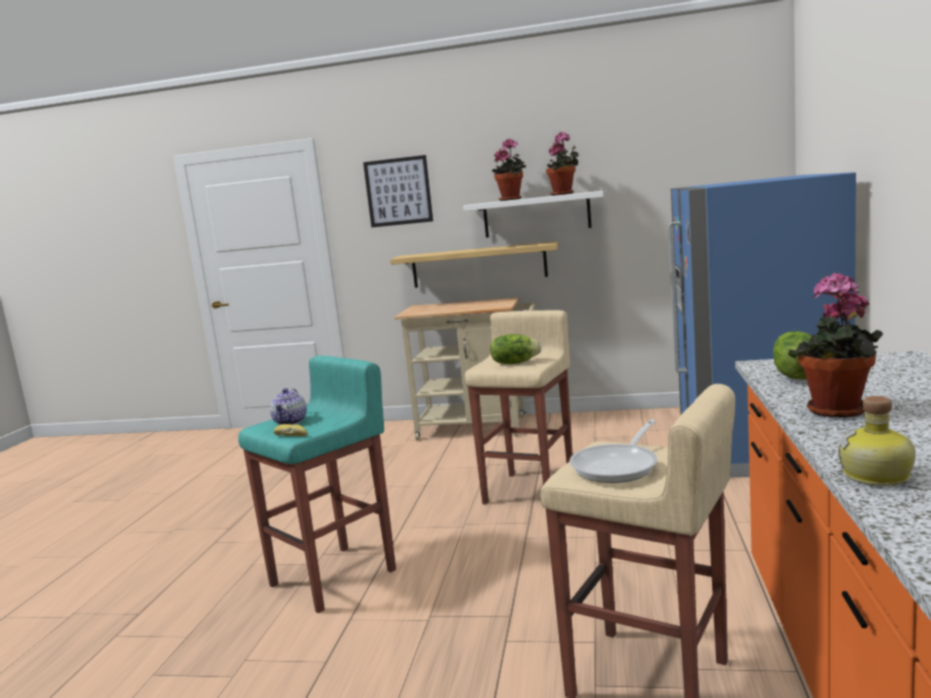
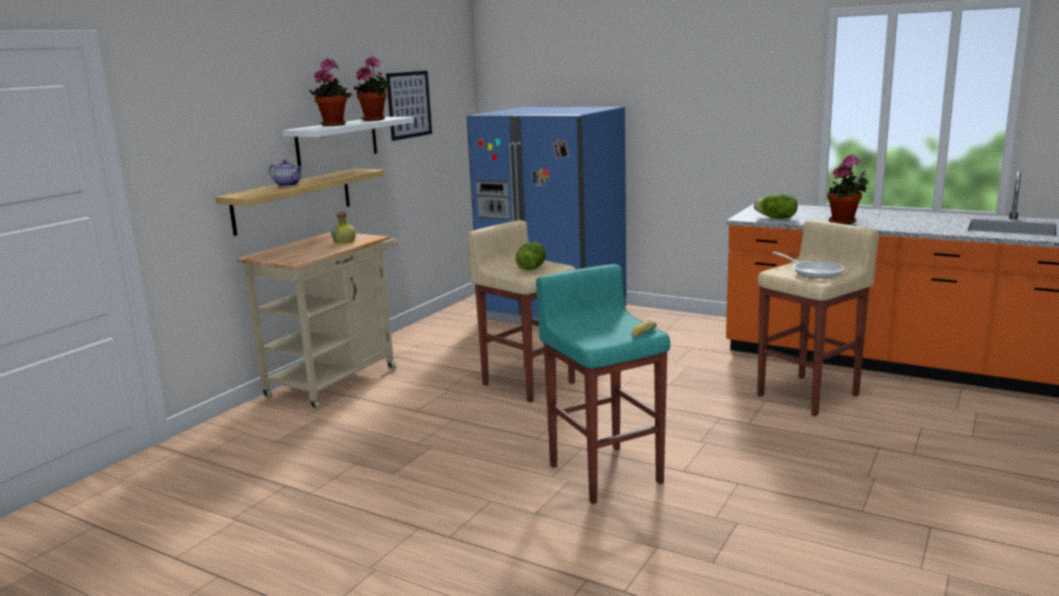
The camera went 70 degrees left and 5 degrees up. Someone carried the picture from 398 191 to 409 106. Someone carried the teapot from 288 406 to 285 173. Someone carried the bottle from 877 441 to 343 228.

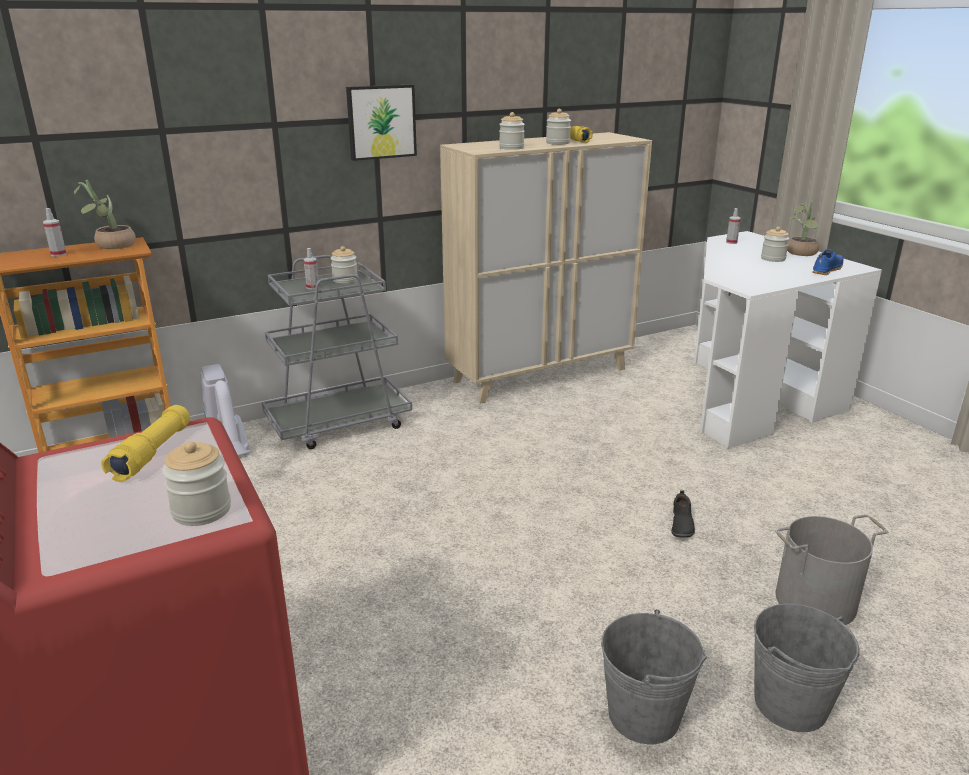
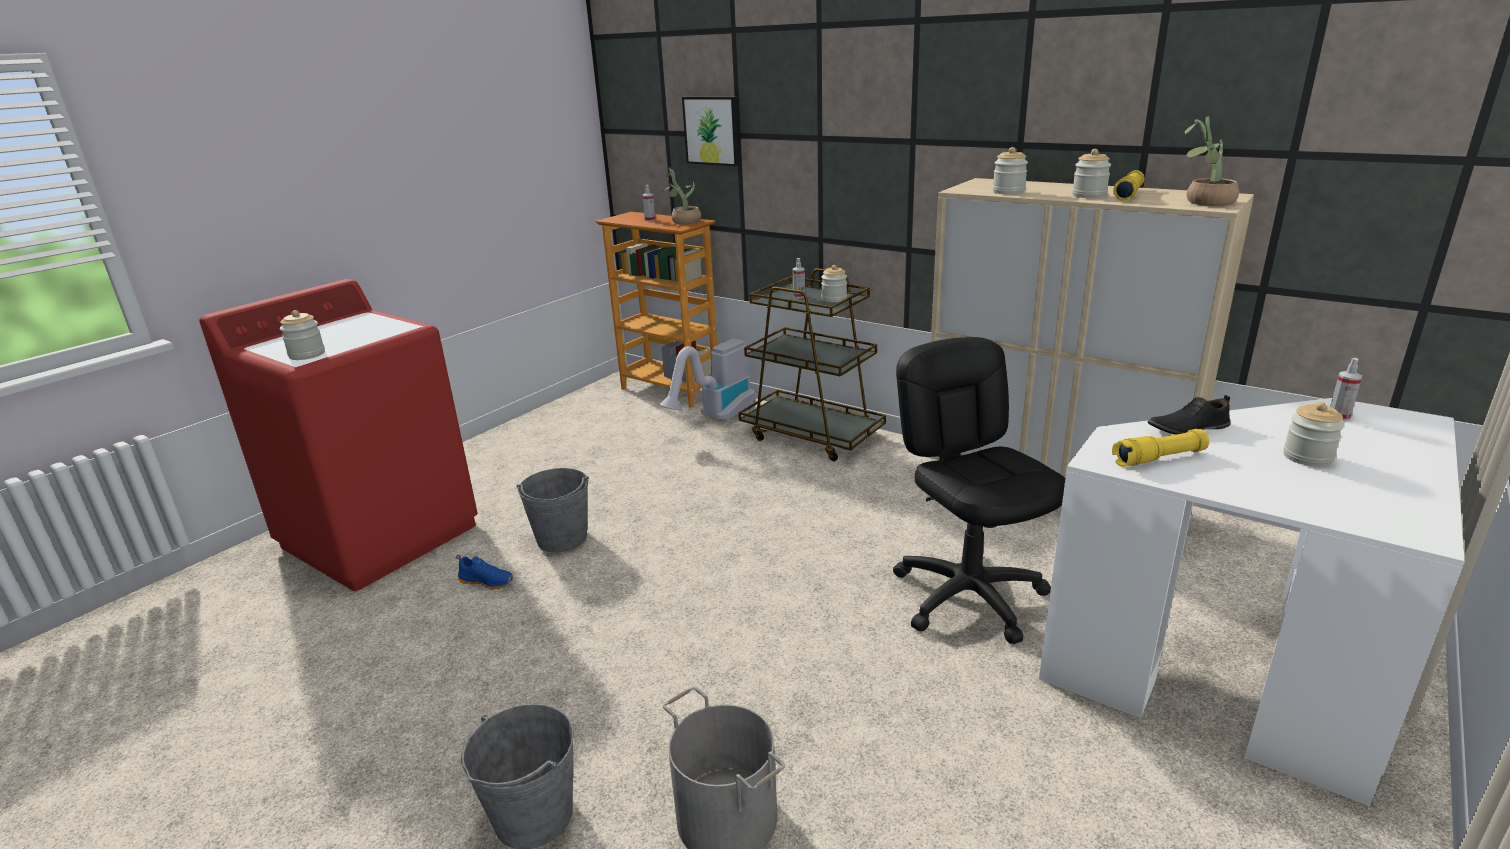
The camera went 65 degrees right and 0 degrees up. Someone carried the picture from 381 123 to 711 131. Someone carried the potted plant from 803 228 to 1212 161. Someone carried the blue shoe from 828 262 to 484 572. Someone repainted the grey cart at 337 352, which became the brown cart at 812 364. Someone carried the yellow flashlight from 145 443 to 1160 448. Someone carried the black shoe from 683 514 to 1189 415. Someone carried the grey bucket from 654 676 to 552 510. Someone put down the black office chair at 979 490.

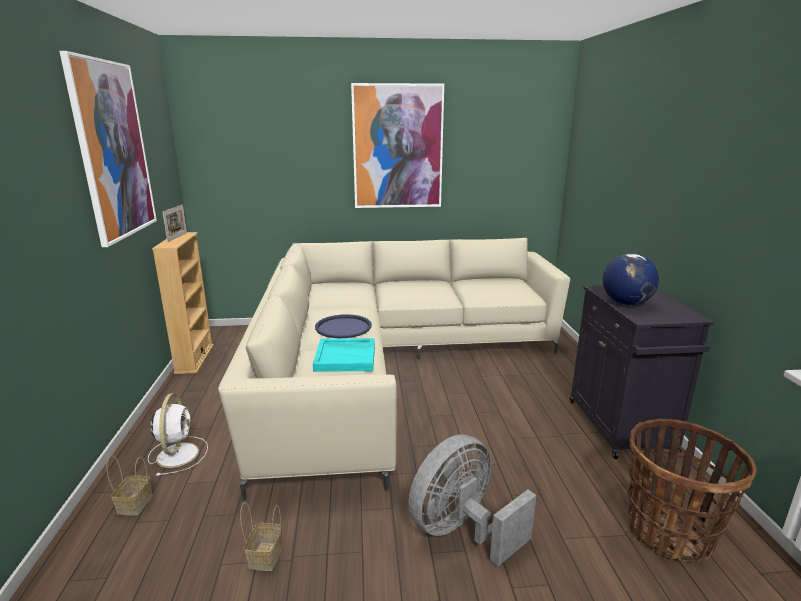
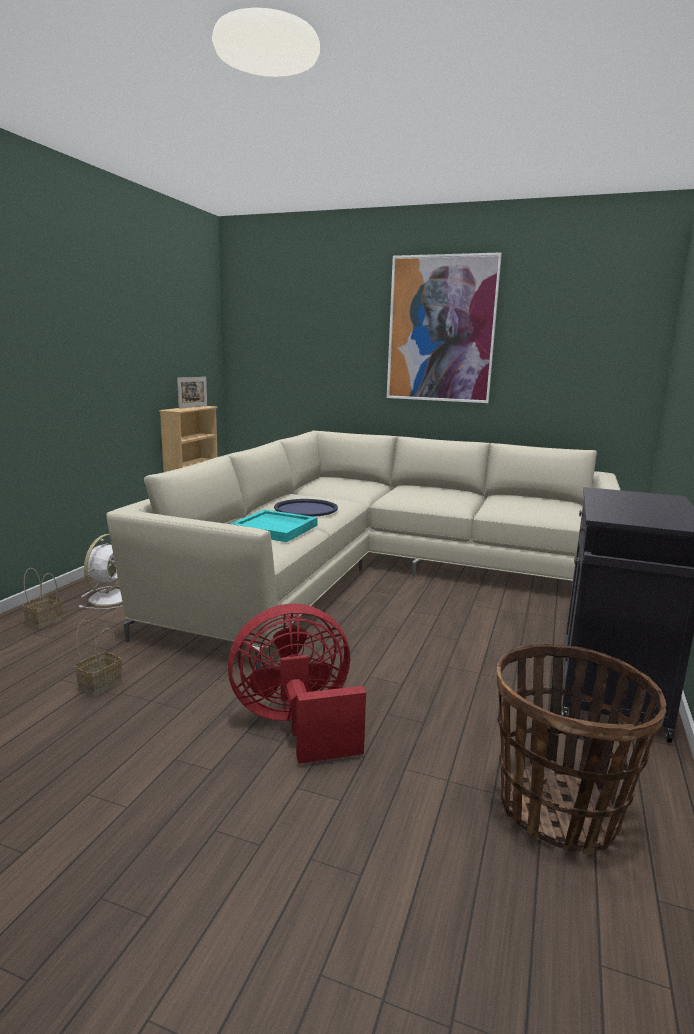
The camera went 25 degrees right and 5 degrees down. Someone took away the picture at 108 149. Someone took away the globe at 631 279. Someone repainted the grey fan at 472 500, which became the red fan at 297 684.

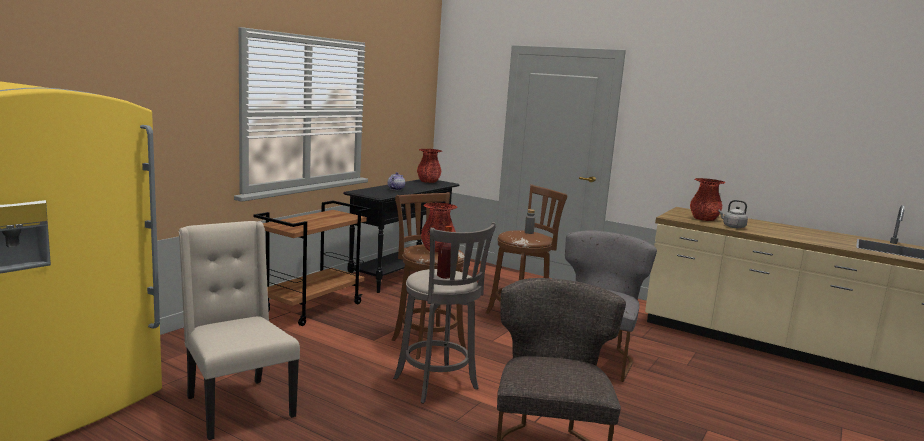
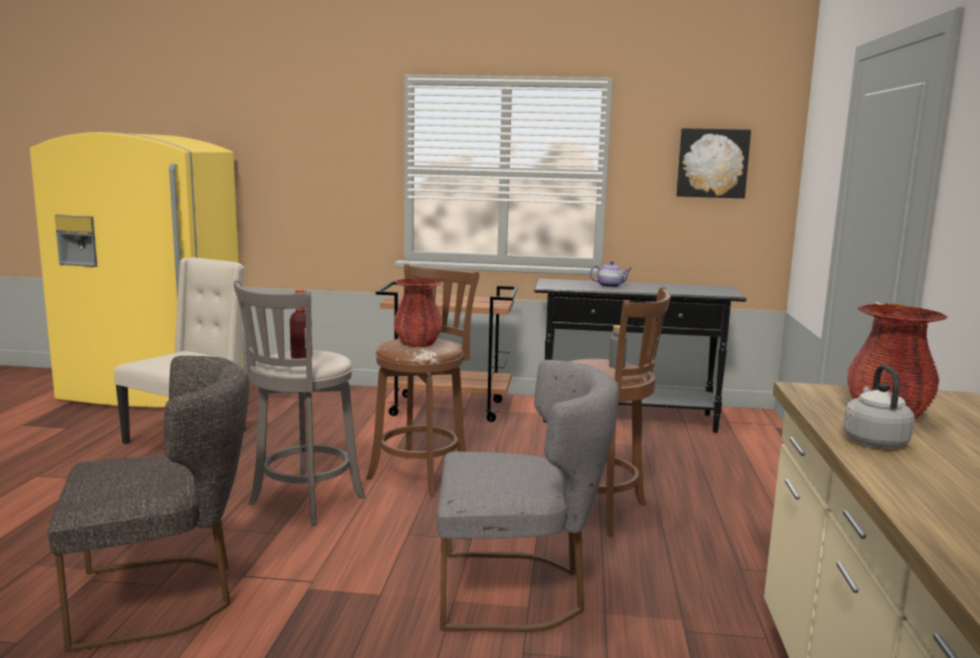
The camera went 65 degrees right and 0 degrees up. Someone took away the red vase at 429 166. Someone put up the picture at 713 163.

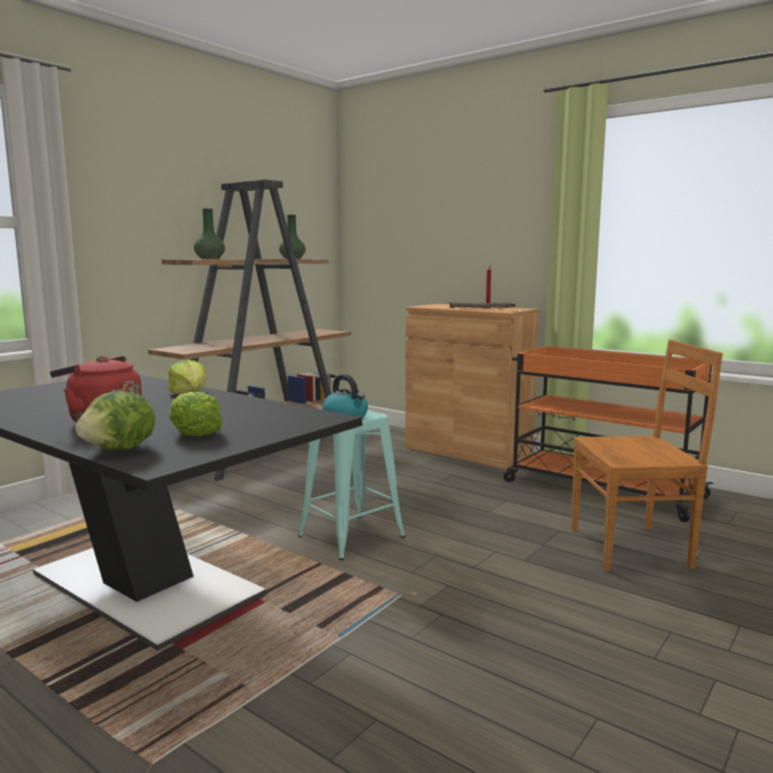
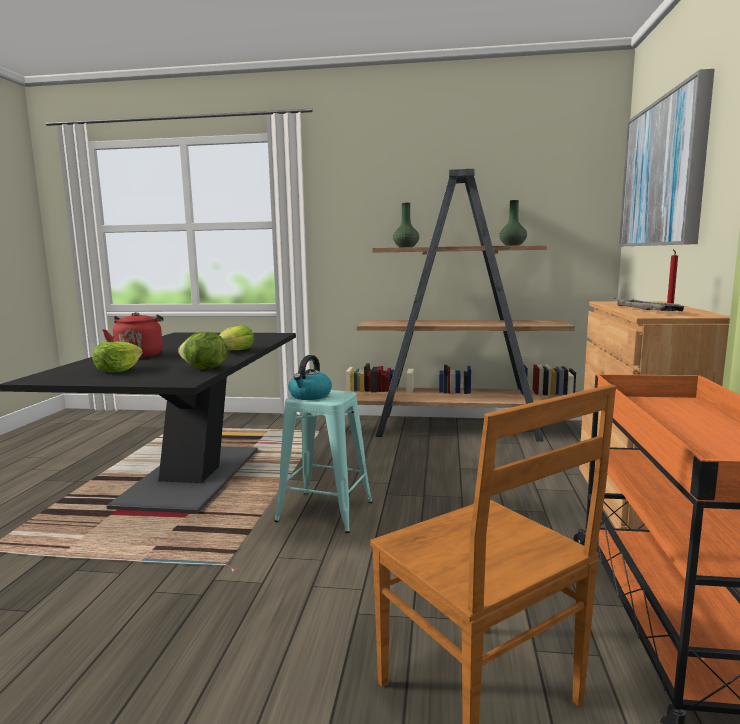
The camera went 60 degrees right and 0 degrees up. Someone carried the lettuce from 115 420 to 202 350. Someone put up the picture at 667 157.

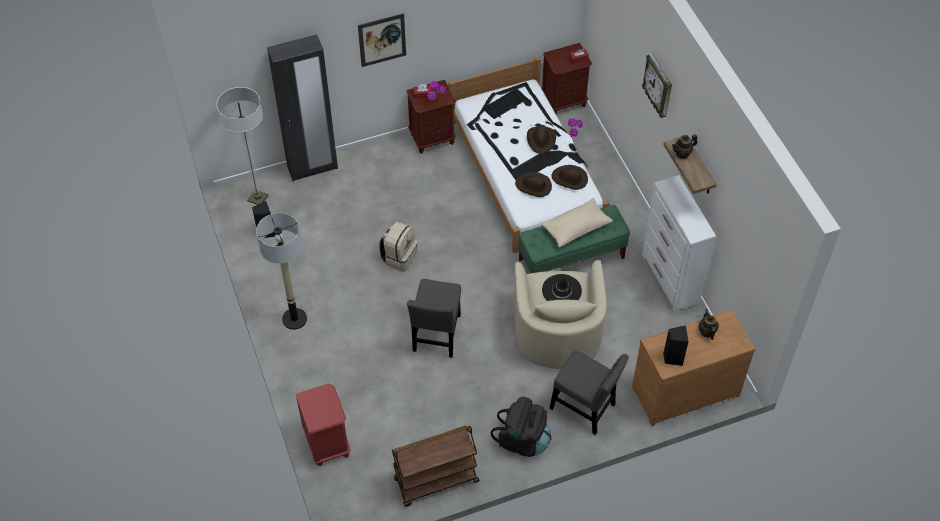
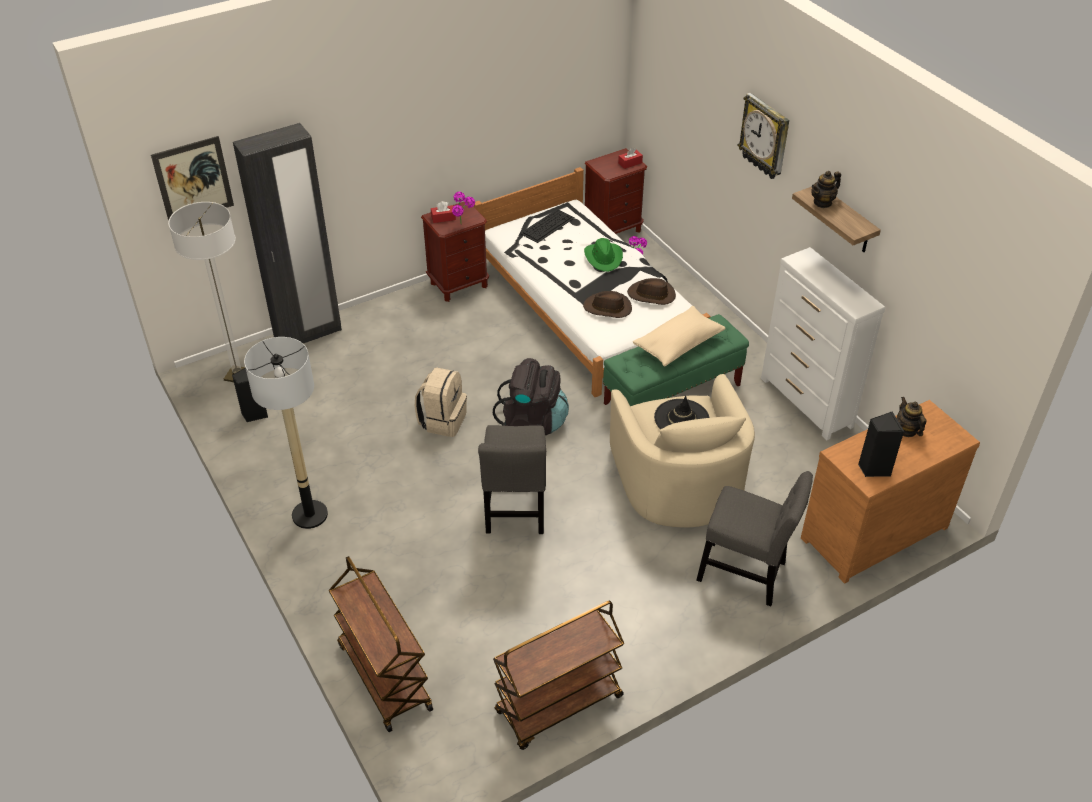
The camera went 10 degrees left and 10 degrees down. Someone carried the picture from 382 40 to 192 178. Someone repainted the brown hat at 541 139, which became the green hat at 603 255. Someone swapped the red nightstand at 323 425 for the brown cart at 381 644. Someone carried the black backpack from 521 427 to 531 396.

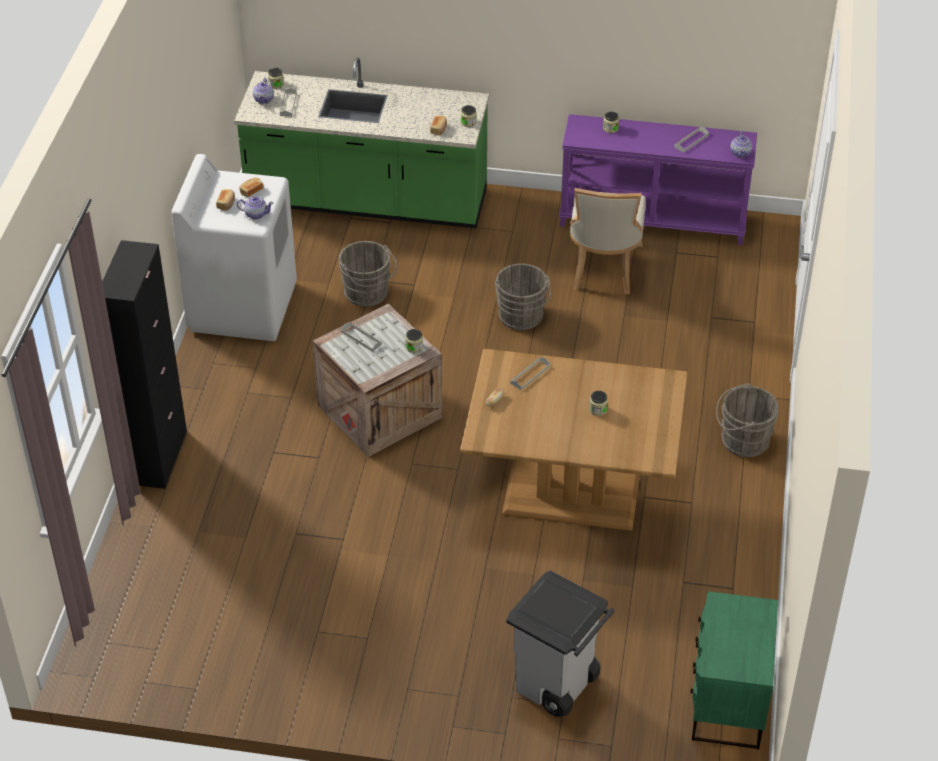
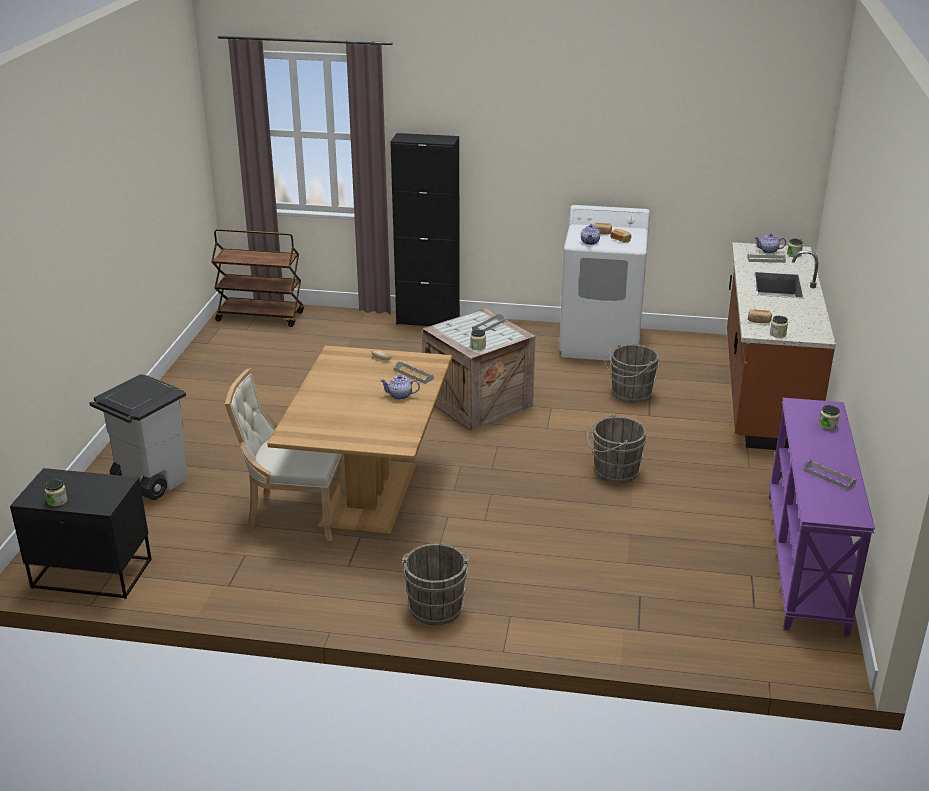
The camera went 90 degrees right and 15 degrees down. Someone repainted the green counter at 361 143, which became the brown counter at 781 346. Someone carried the teapot from 741 144 to 400 387. Someone carried the beige chair from 608 241 to 286 455. Someone carried the jar from 598 403 to 56 493. Someone repainted the green nightstand at 734 670, which became the black nightstand at 80 533. Someone put down the brown cart at 257 278.

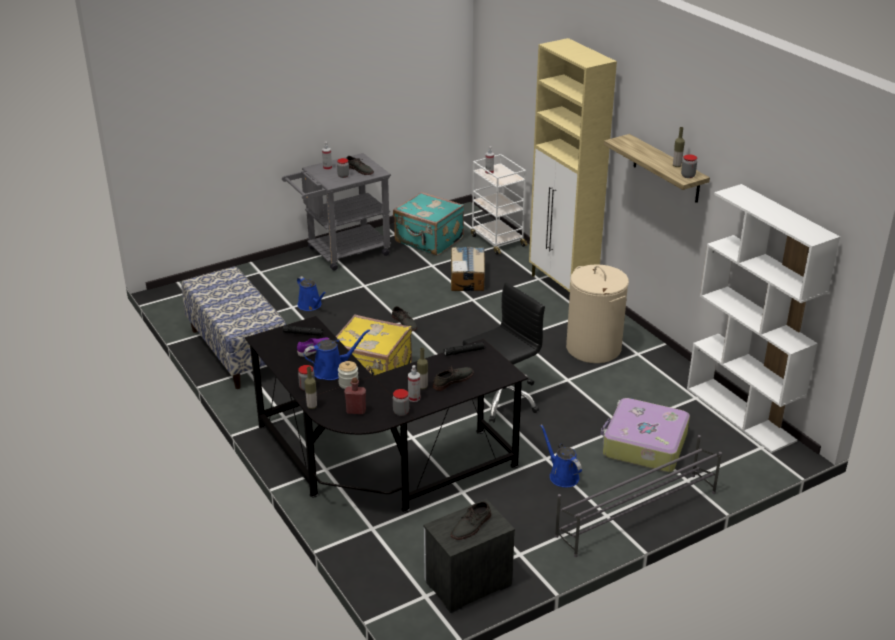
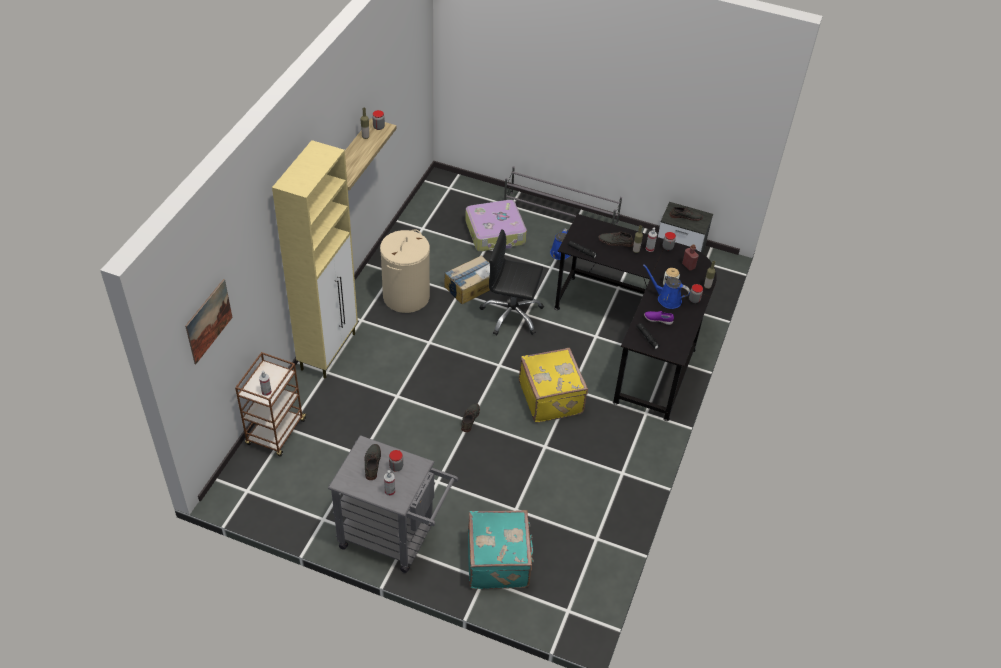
The camera went 130 degrees left and 15 degrees up. Someone repainted the white cart at 499 204, which became the brown cart at 271 404. Someone took away the white bookcase at 763 318. Someone carried the turquoise suitcase from 428 223 to 501 549. Someone carried the cardboard box from 468 269 to 467 279. Someone took away the bench at 233 327. Someone took away the blue watering can at 312 293. Someone put up the picture at 209 321.

